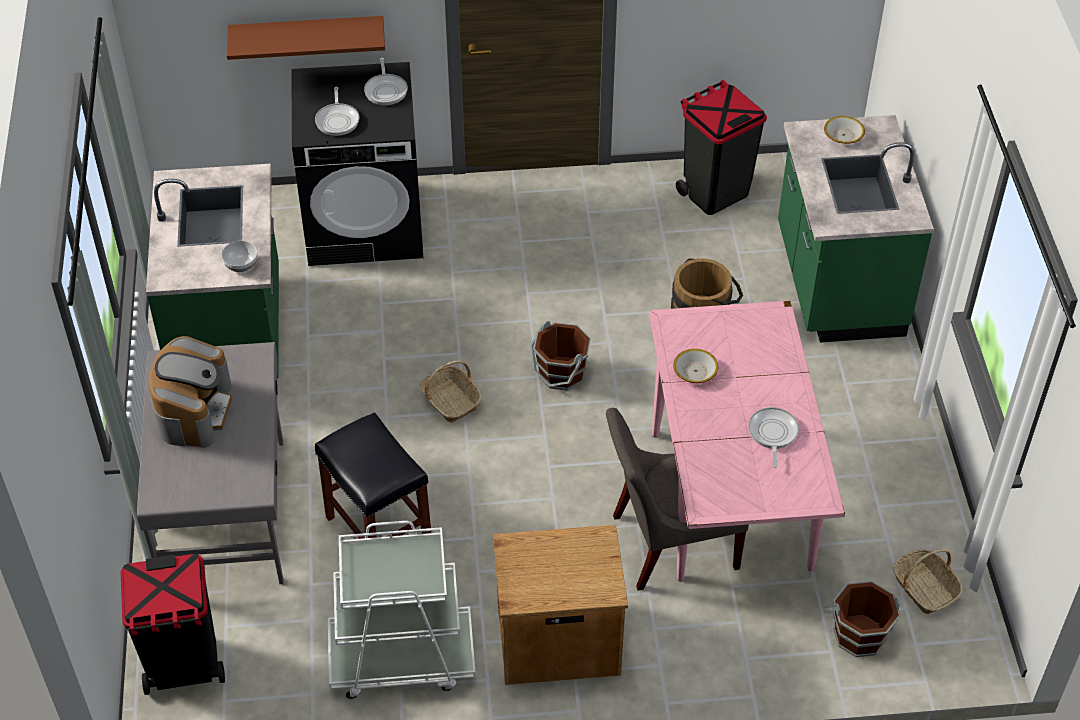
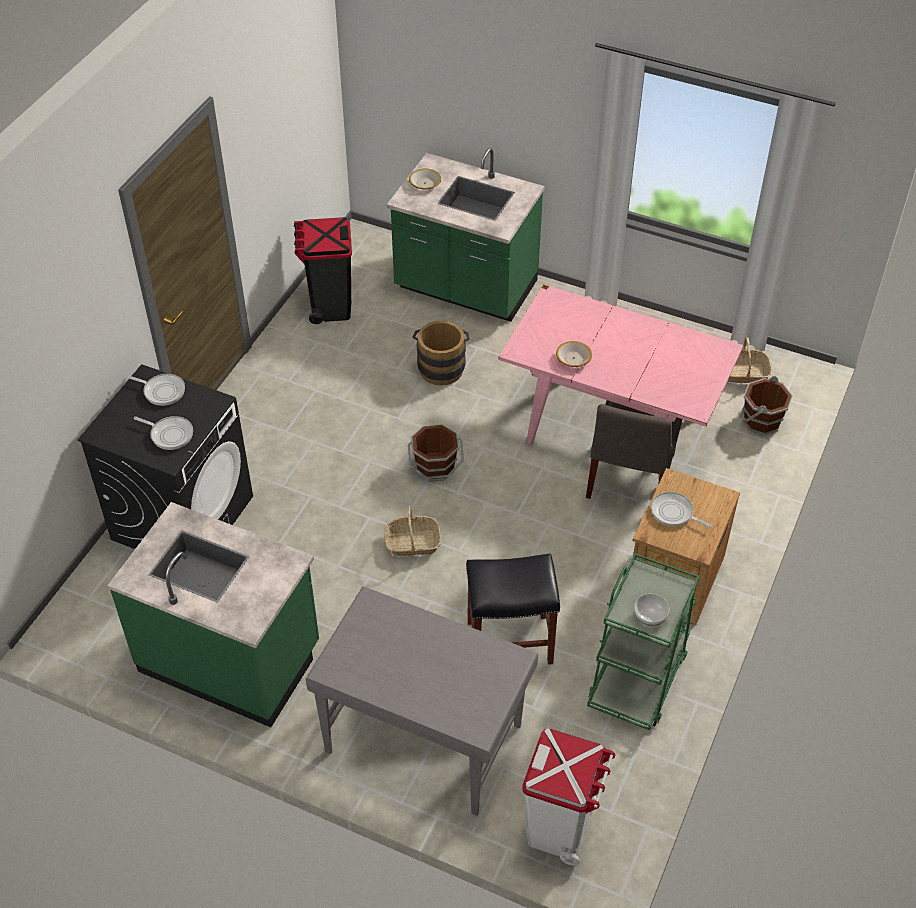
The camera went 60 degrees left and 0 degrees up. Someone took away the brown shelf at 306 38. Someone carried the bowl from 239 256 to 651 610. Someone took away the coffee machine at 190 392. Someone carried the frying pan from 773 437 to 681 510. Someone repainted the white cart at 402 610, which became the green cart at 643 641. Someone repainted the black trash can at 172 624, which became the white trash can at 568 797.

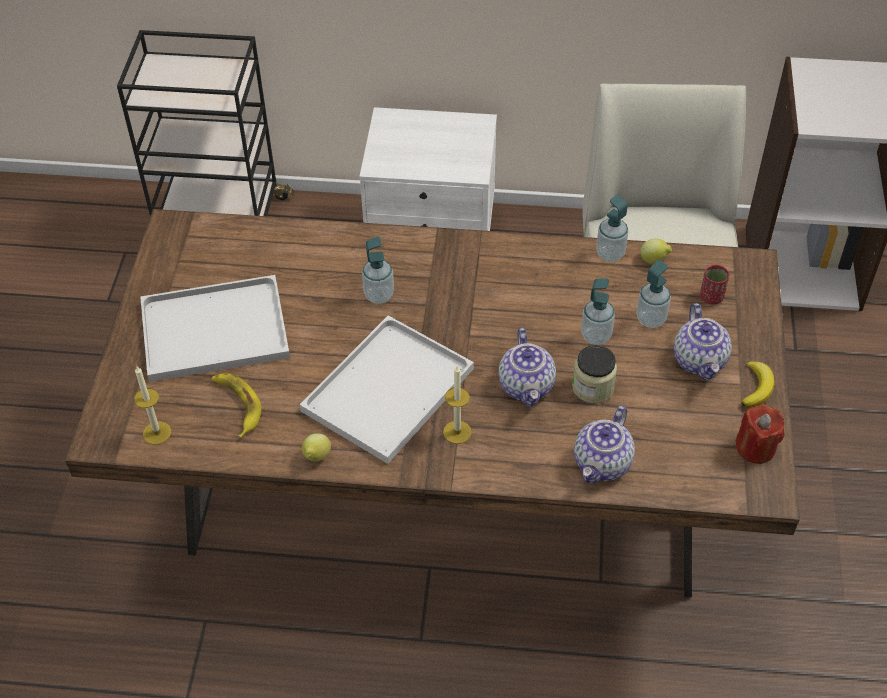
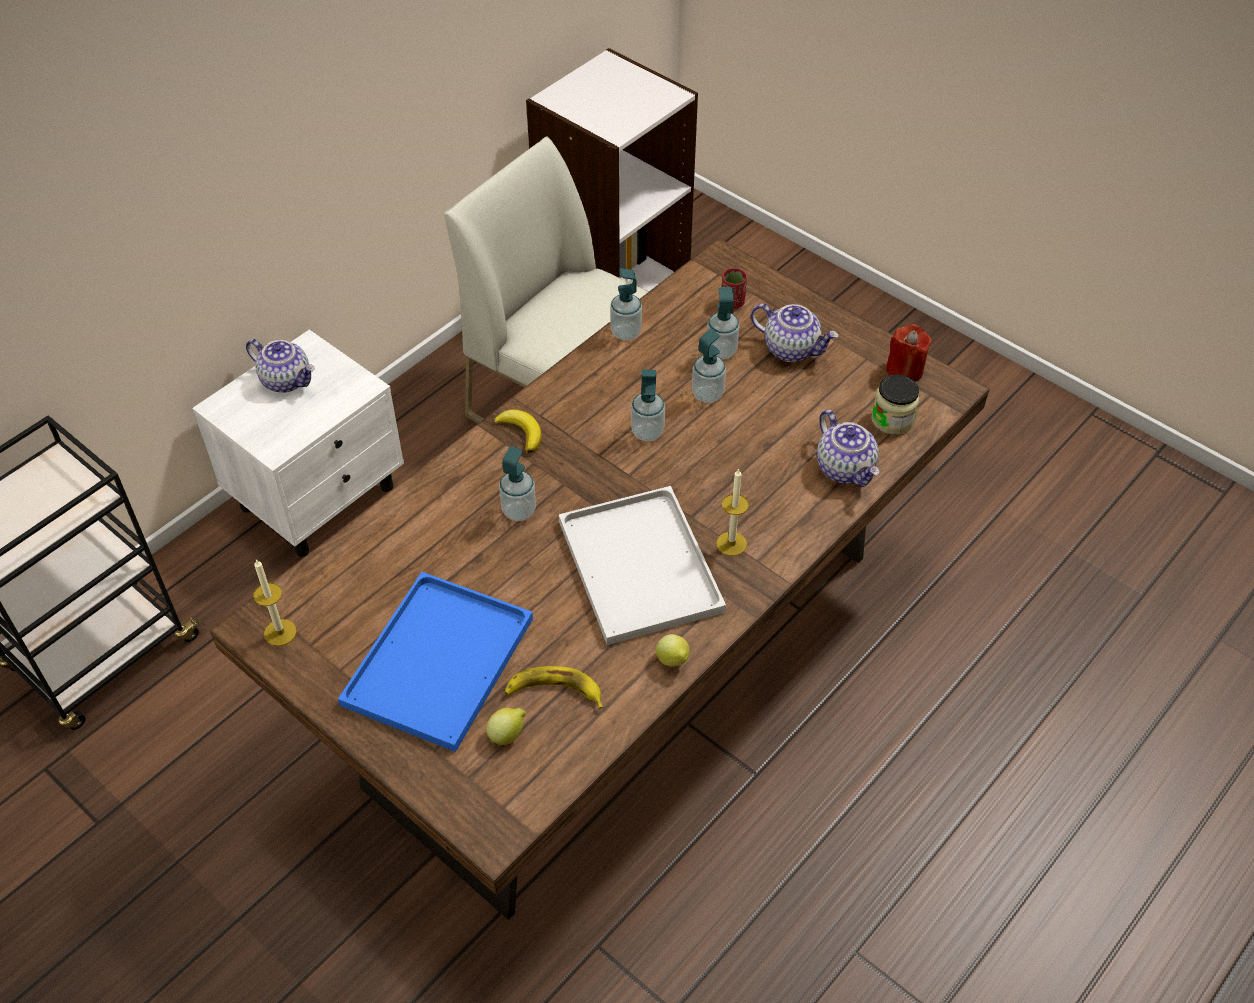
The camera went 55 degrees left and 0 degrees up. Someone carried the lemon from 656 251 to 506 726. Someone repainted the white tray at 215 328, which became the blue tray at 435 662. Someone carried the teapot from 527 367 to 280 366. Someone carried the jar from 594 374 to 895 405. Someone carried the banana from 758 385 to 518 431. Someone carried the candle from 152 406 to 275 602. Someone put down the soap dispenser at 648 405.

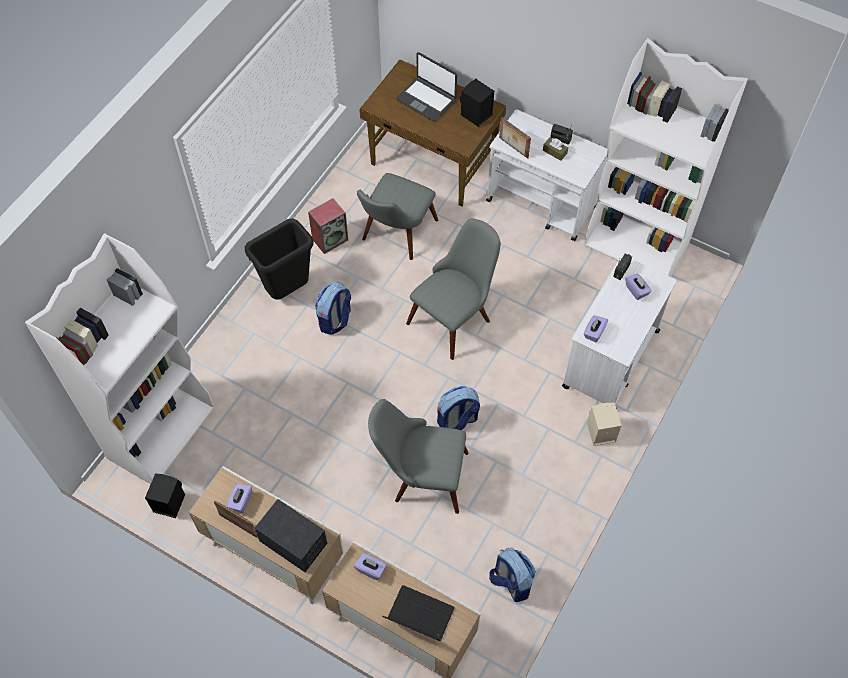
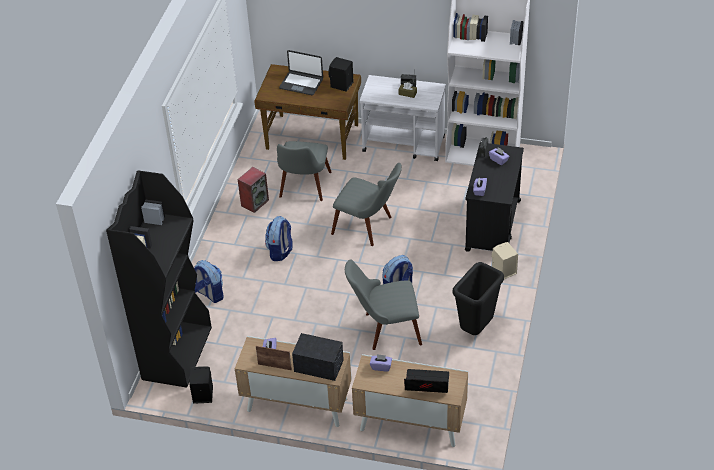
The camera went 15 degrees left and 15 degrees down. Someone took away the picture frame at 515 138. Someone carried the black trash can from 279 259 to 478 298. Someone rotated the grey chair at 453 289 by 90 degrees clockwise. Someone repainted the white bookcase at 119 358, which became the black bookcase at 159 279. Someone repainted the white cart at 619 332, which became the black cart at 494 197. Someone carried the backpack from 512 574 to 209 281.

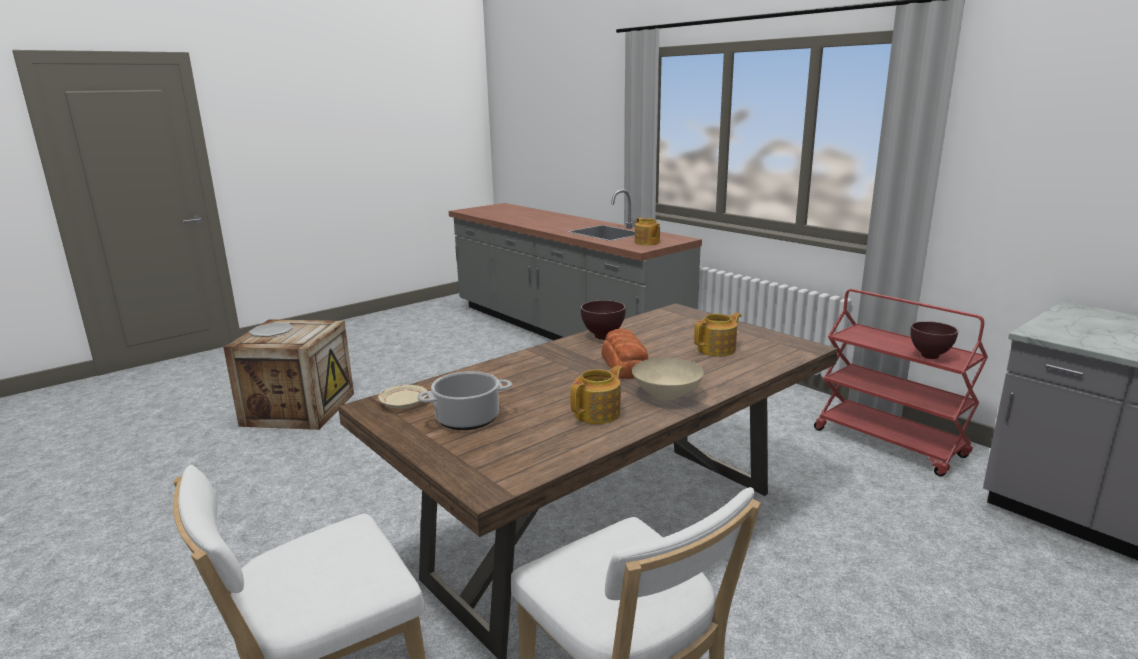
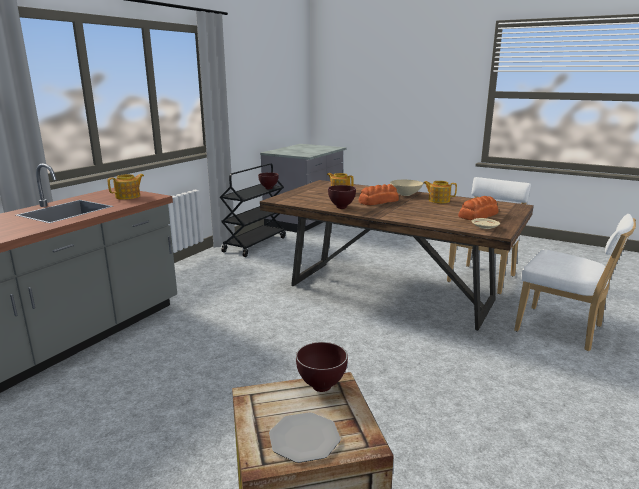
The camera went 110 degrees left and 0 degrees up. Someone repainted the red cart at 901 383, which became the black cart at 253 210. Someone swapped the cooking pot at 464 400 for the bread at 478 208. Someone put down the brown bowl at 322 367.

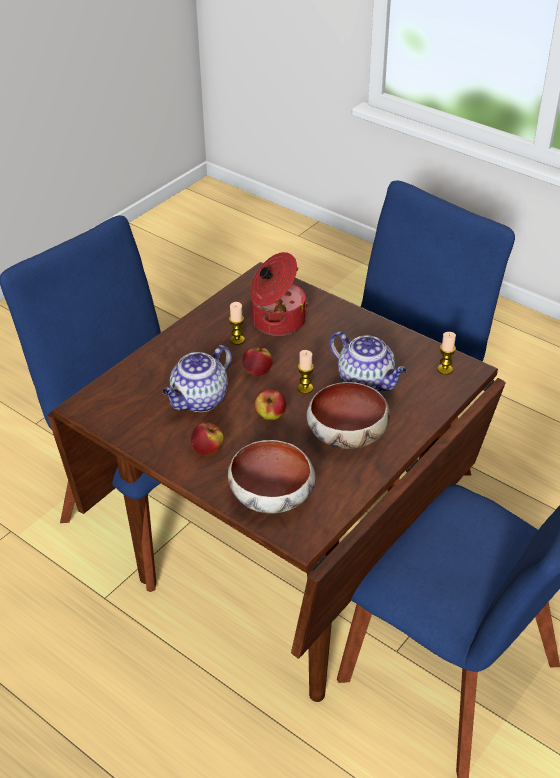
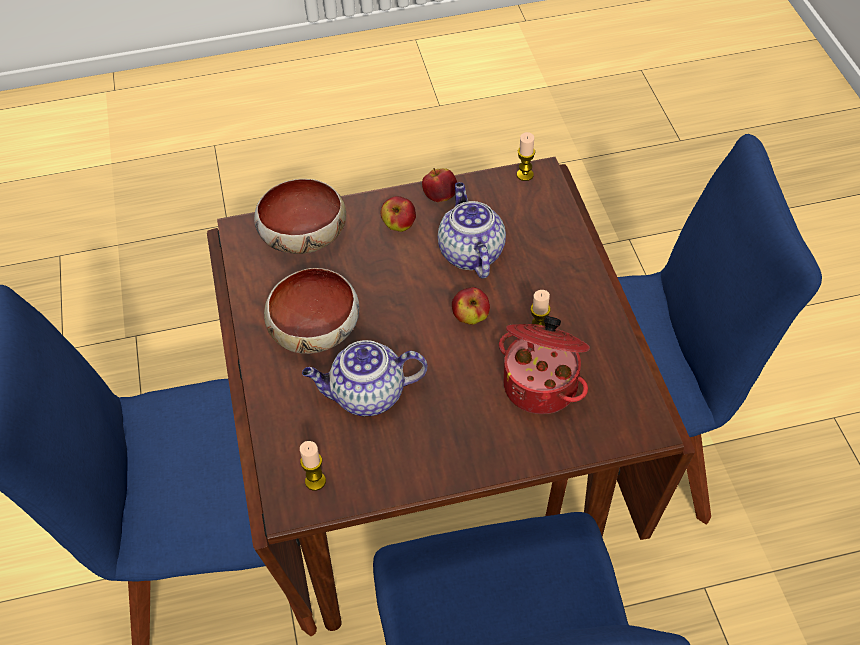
The camera went 130 degrees right and 10 degrees up. Someone carried the candle from 306 372 to 526 156. Someone carried the apple from 270 404 to 439 185.

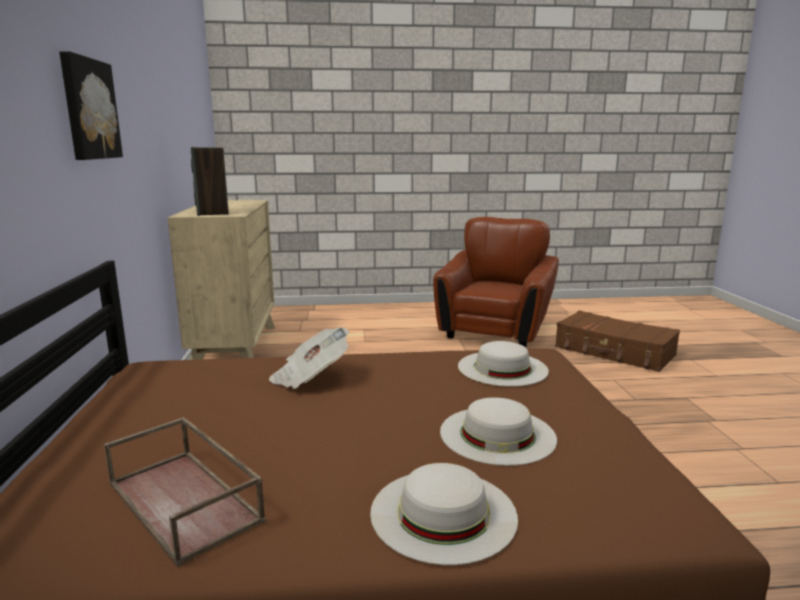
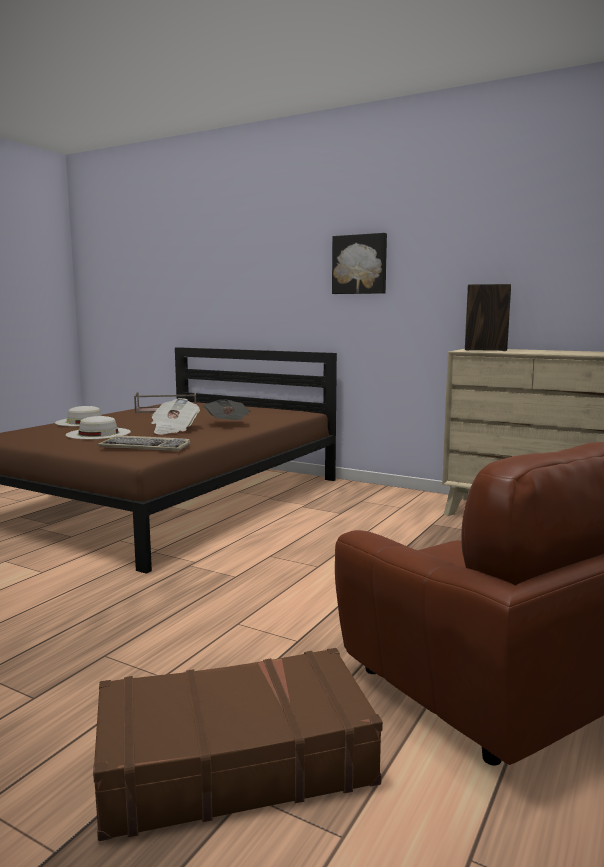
The camera went 125 degrees right and 5 degrees down. Someone swapped the white hat at 503 364 for the keyboard at 144 443. Someone put down the newspaper at 175 416.

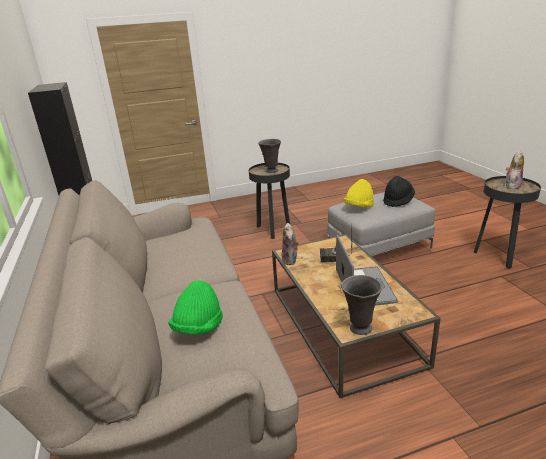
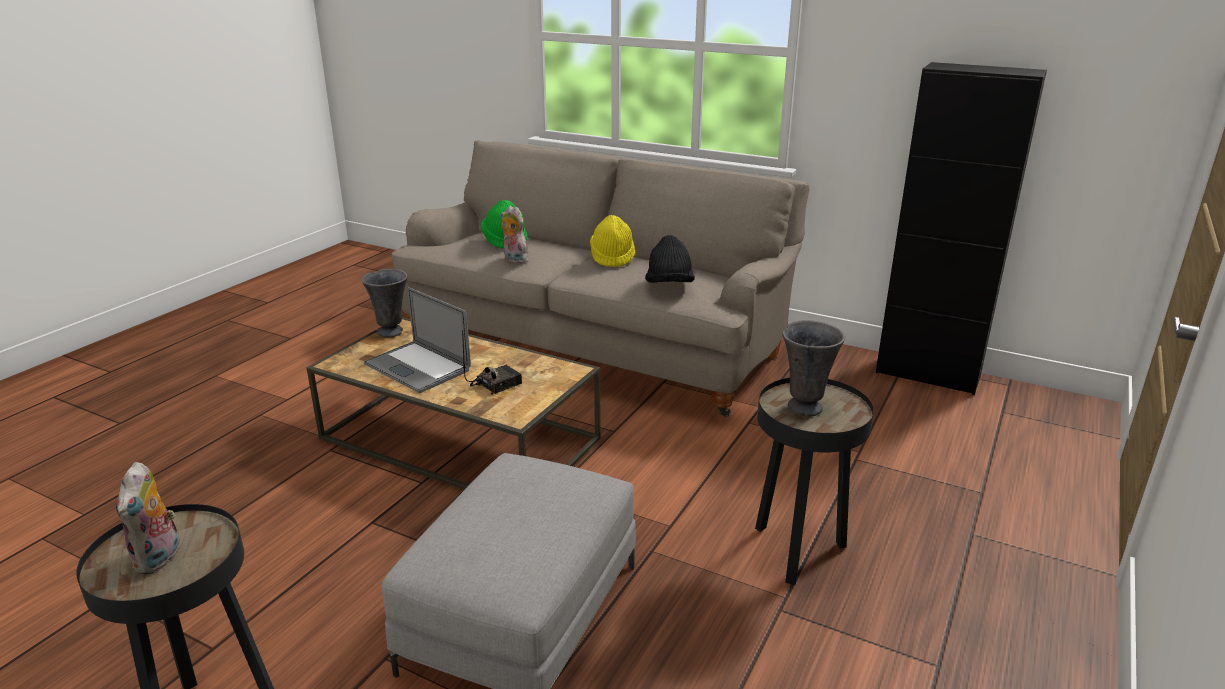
The camera went 135 degrees right and 0 degrees up. Someone carried the black hat from 399 191 to 670 259. Someone carried the yellow hat from 358 193 to 612 241. Someone carried the plush toy from 290 244 to 514 234.

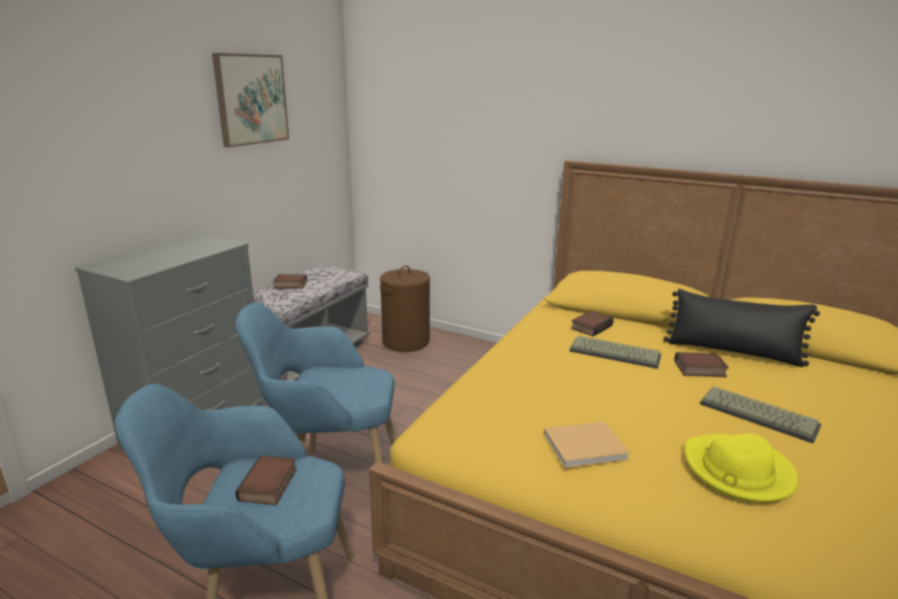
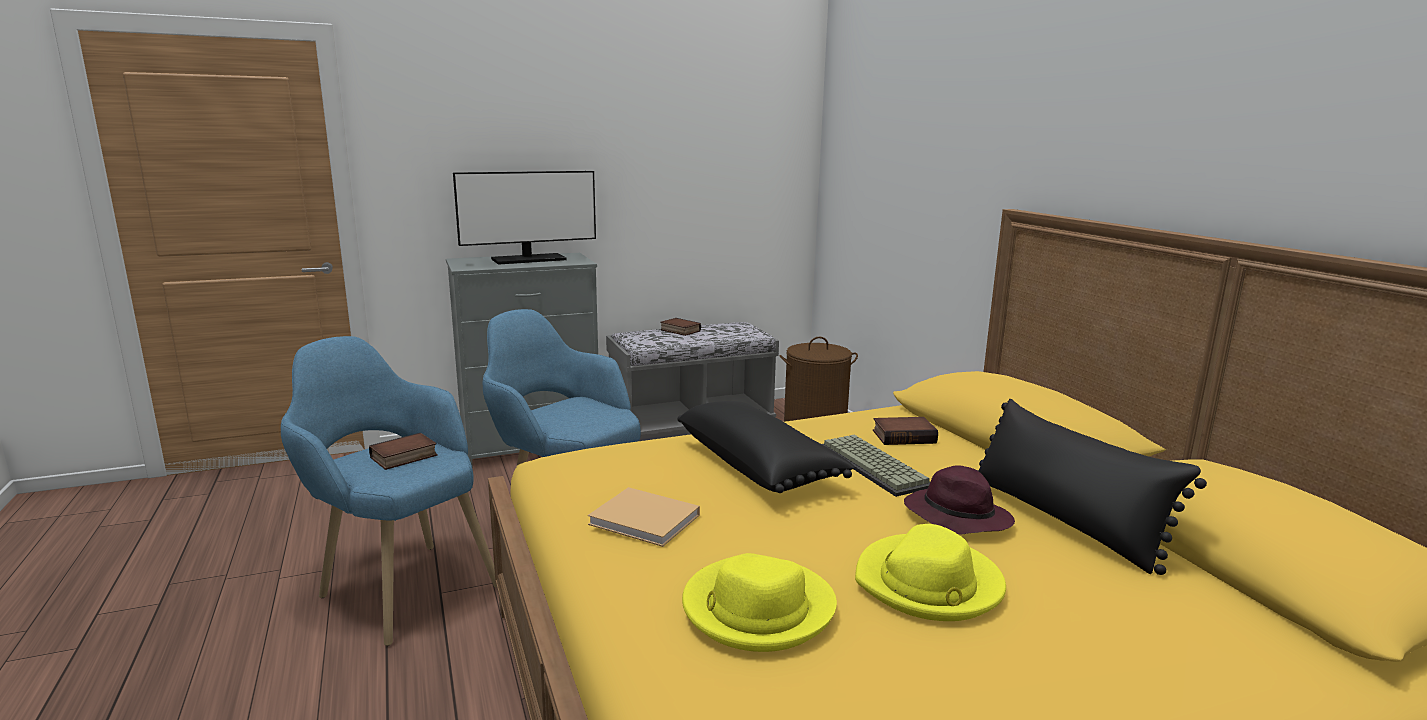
The camera went 40 degrees right and 5 degrees down. Someone took away the picture at 250 100. Someone swapped the book at 701 364 for the purple hat at 959 500. Someone swapped the keyboard at 761 415 for the yellow hat at 930 572. Someone put down the monitor at 524 218. Someone put down the black pillow at 766 447.

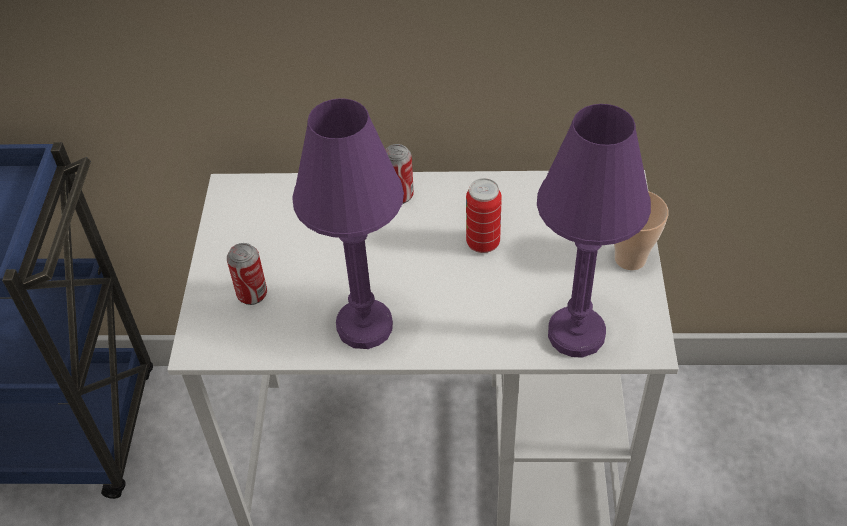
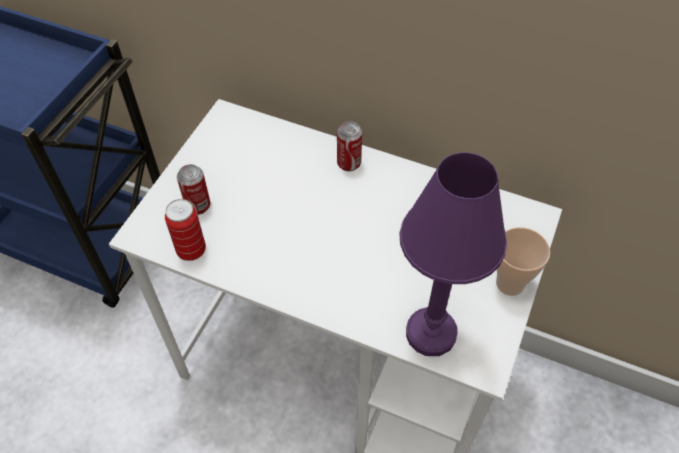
The camera went 20 degrees right and 5 degrees up. Someone took away the purple table lamp at 348 223. Someone carried the can from 484 215 to 185 230.

